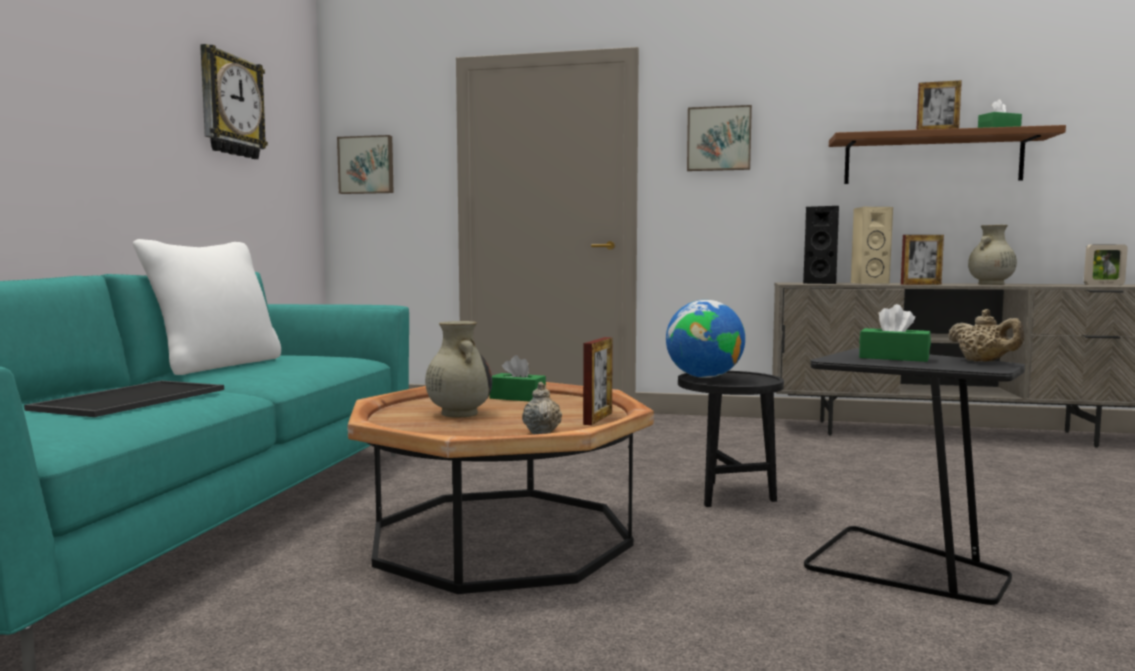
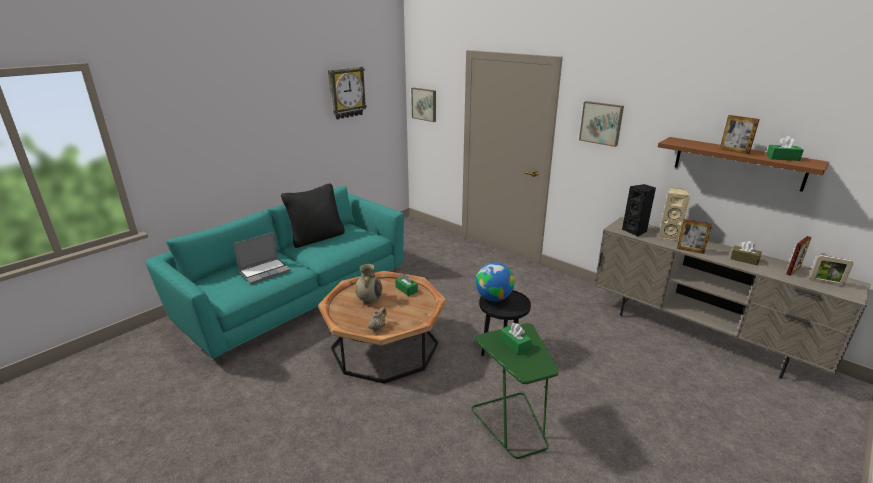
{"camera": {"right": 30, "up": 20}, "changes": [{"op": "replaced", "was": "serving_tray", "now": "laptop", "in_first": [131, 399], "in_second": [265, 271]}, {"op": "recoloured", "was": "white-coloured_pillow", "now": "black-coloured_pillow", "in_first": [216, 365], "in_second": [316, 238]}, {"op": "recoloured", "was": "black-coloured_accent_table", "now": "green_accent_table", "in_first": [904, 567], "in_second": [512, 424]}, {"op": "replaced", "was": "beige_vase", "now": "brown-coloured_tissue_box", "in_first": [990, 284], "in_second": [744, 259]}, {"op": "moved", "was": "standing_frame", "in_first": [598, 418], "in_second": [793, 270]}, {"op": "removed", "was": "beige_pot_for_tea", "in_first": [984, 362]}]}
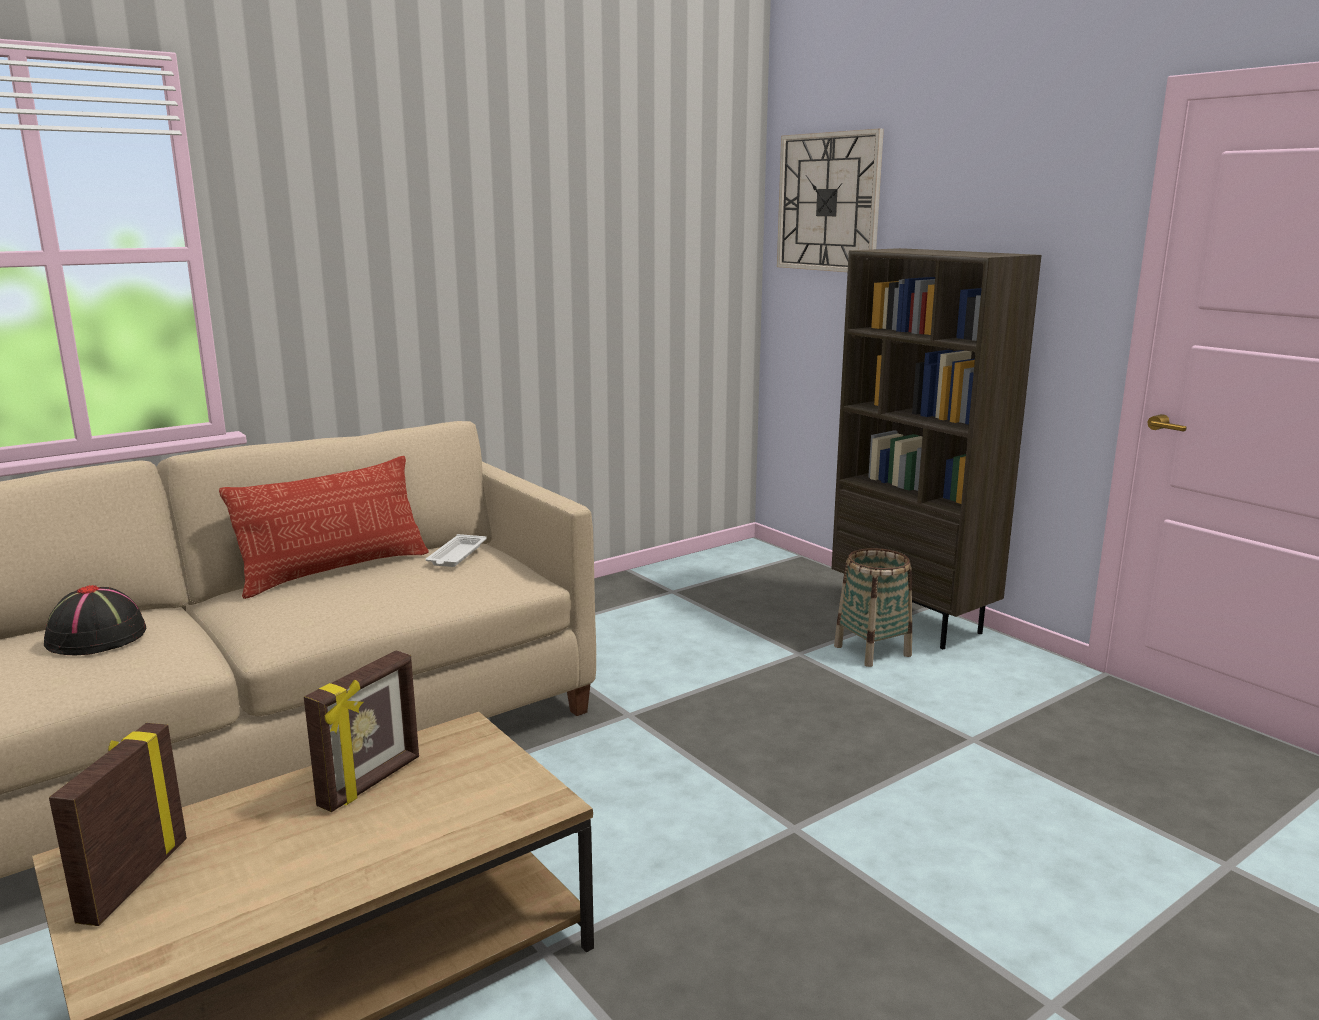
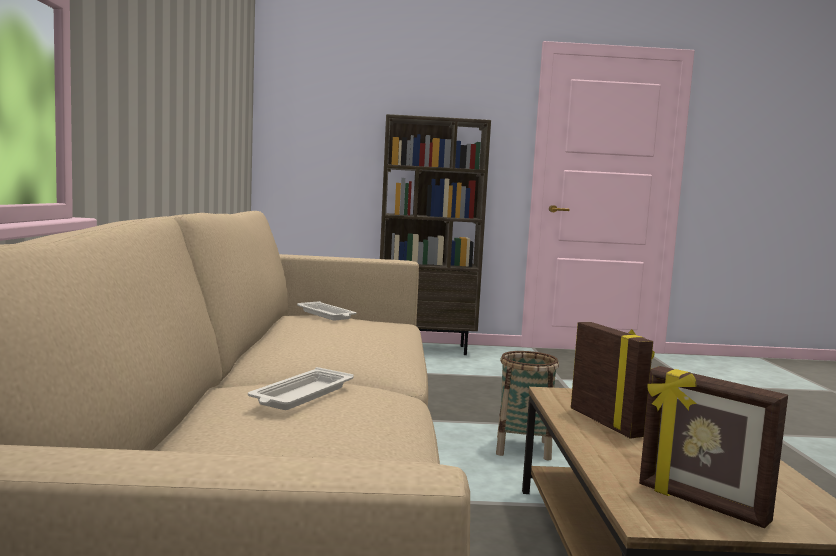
{"camera": {"right": -55, "up": -10}, "changes": [{"op": "replaced", "was": "black-coloured_wearable_hat", "now": "white-coloured_serving_tray", "in_first": [98, 637], "in_second": [301, 395]}, {"op": "moved", "was": "basket", "in_first": [872, 651], "in_second": [523, 448]}, {"op": "removed", "was": "pillow", "in_first": [335, 571]}, {"op": "removed", "was": "hanging_clock", "in_first": [828, 202]}]}
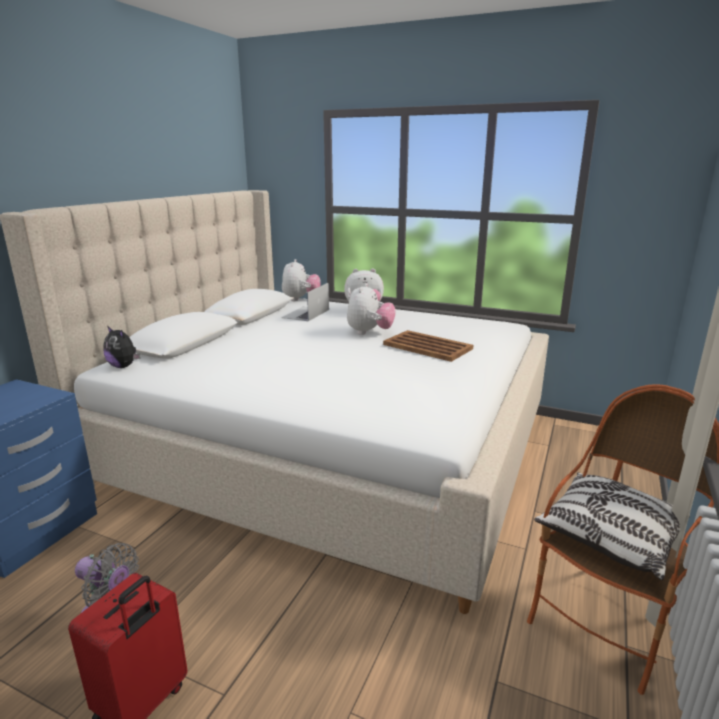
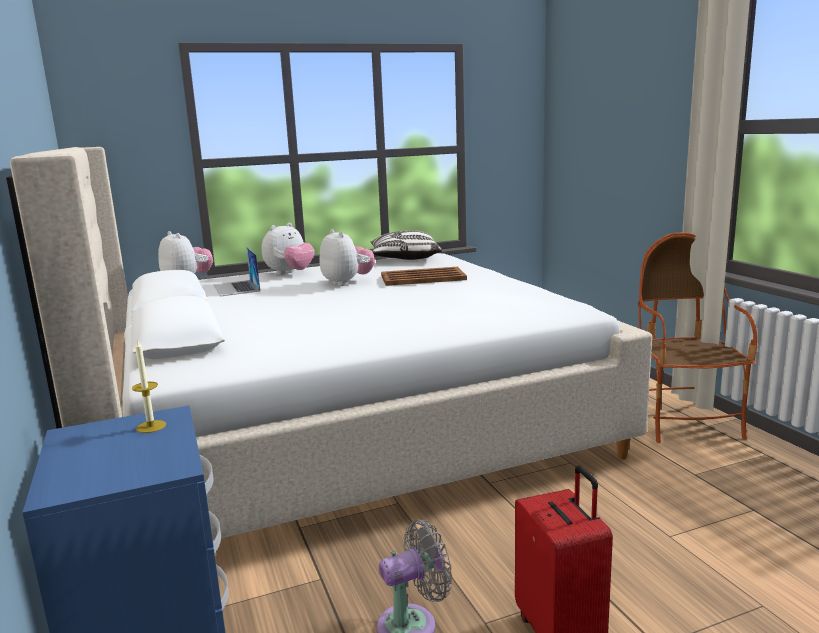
{"camera": {"right": -45, "up": -5}, "changes": [{"op": "added", "now": "wax_candle", "in_second": [151, 426]}, {"op": "moved", "was": "pillow", "in_first": [609, 536], "in_second": [404, 258]}, {"op": "removed", "was": "soft_toy", "in_first": [124, 366]}]}
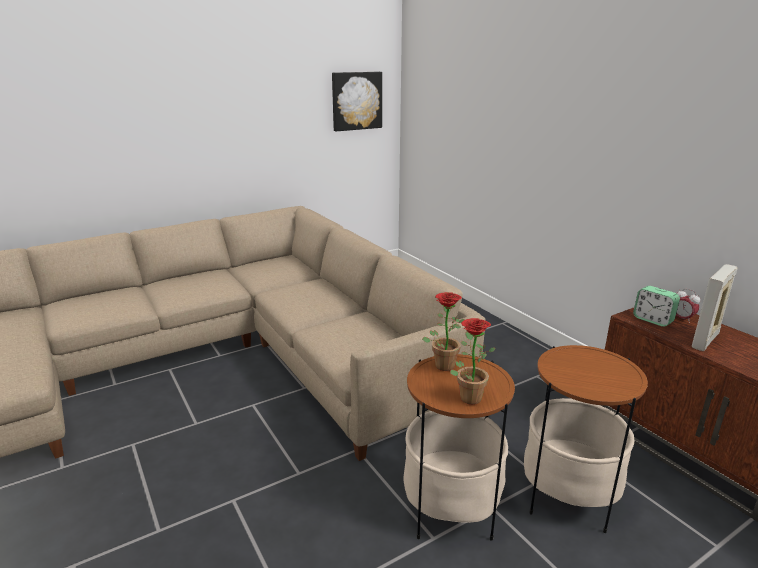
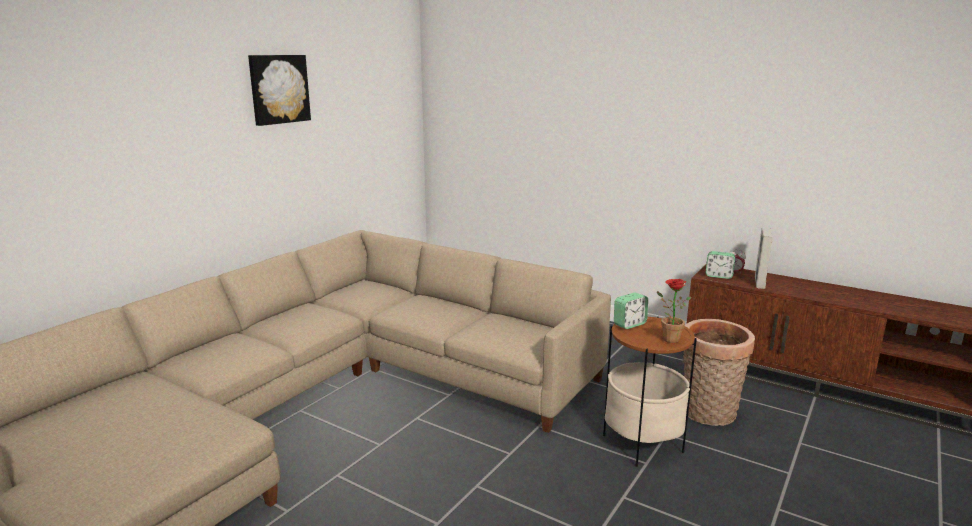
{"camera": {"right": -25, "up": -5}, "changes": [{"op": "moved", "was": "wall_art", "in_first": [356, 101], "in_second": [278, 89]}, {"op": "replaced", "was": "houseplant", "now": "table_clock", "in_first": [443, 363], "in_second": [629, 324]}, {"op": "replaced", "was": "accent_table", "now": "basket", "in_first": [568, 497], "in_second": [708, 415]}]}
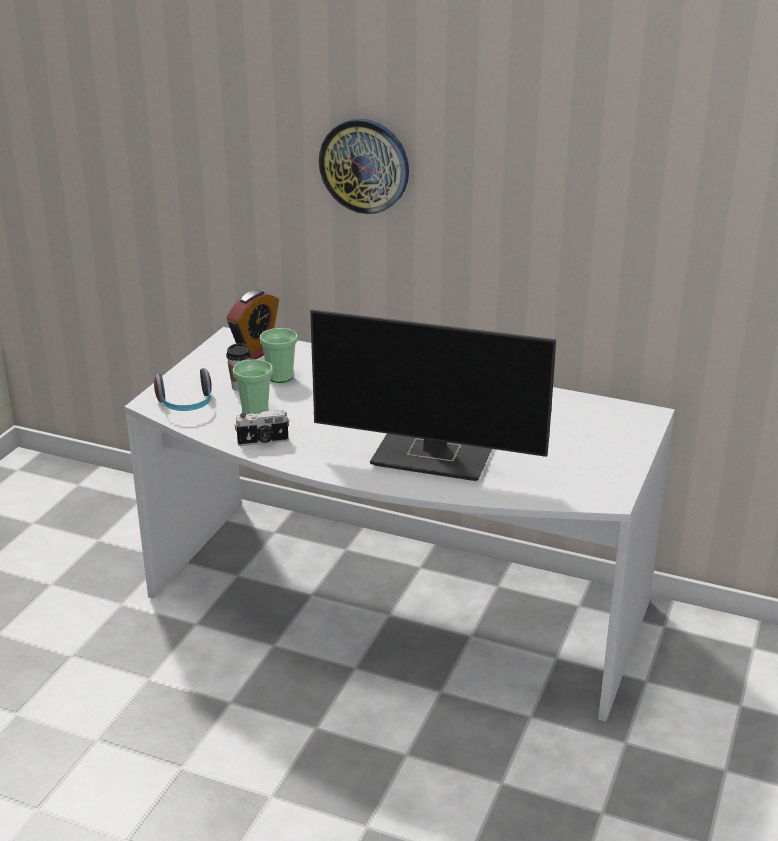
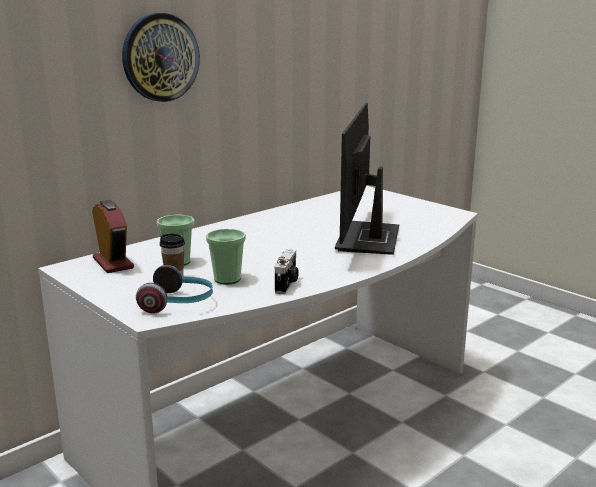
{"camera": {"right": -65, "up": -10}, "changes": [{"op": "turned", "was": "monitor", "in_first": [435, 457], "in_second": [368, 239], "clockwise": 150}]}
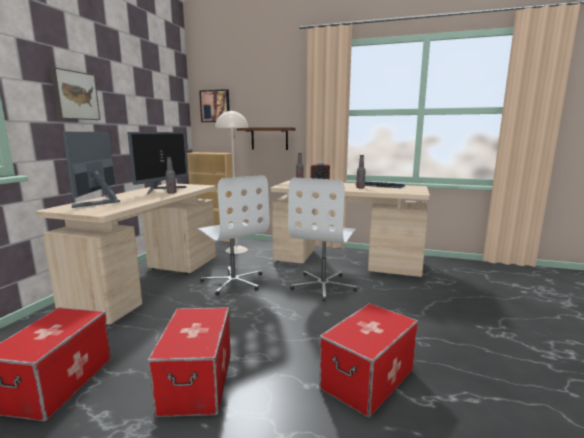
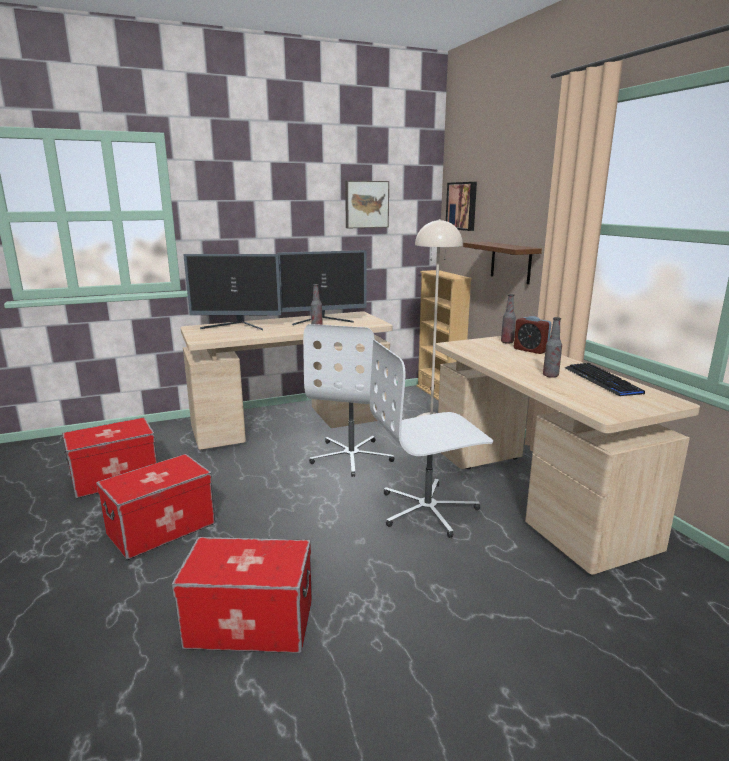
{"camera": {"right": 50, "up": 5}, "changes": [{"op": "turned", "was": "monitor", "in_first": [101, 202], "in_second": [237, 326], "clockwise": -135}, {"op": "moved", "was": "wall_art", "in_first": [74, 95], "in_second": [366, 204]}]}
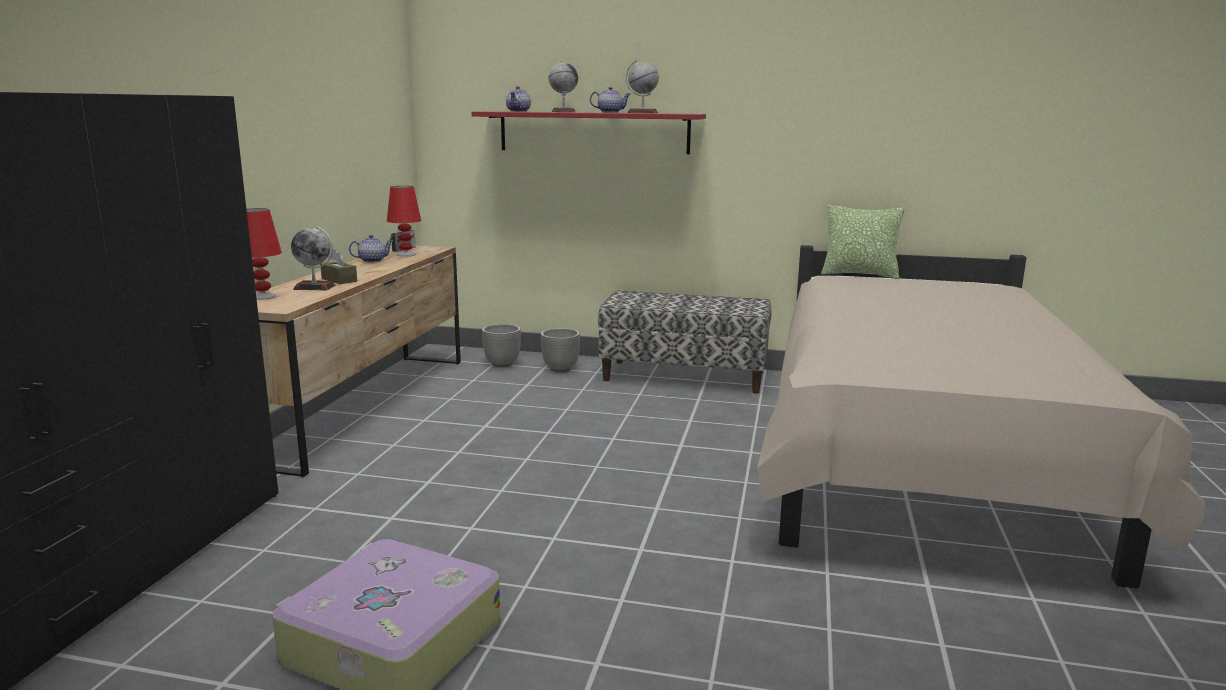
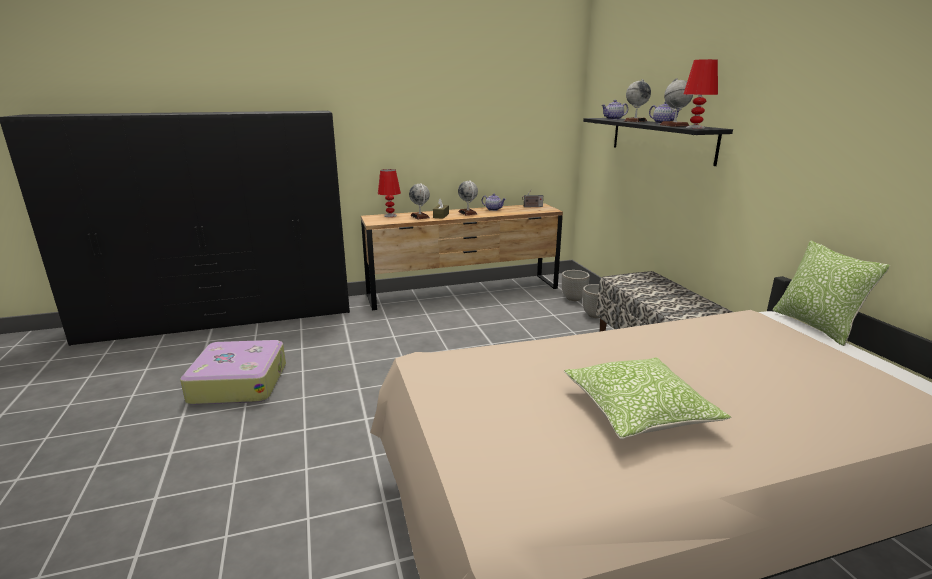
{"camera": {"right": 60, "up": 5}, "changes": [{"op": "added", "now": "world_globe", "in_second": [467, 213]}, {"op": "added", "now": "pillow", "in_second": [638, 411]}, {"op": "recoloured", "was": "red_wall_shelf", "now": "black-coloured_wall_shelf", "in_first": [593, 132], "in_second": [660, 139]}, {"op": "moved", "was": "red_tabletop_lamp", "in_first": [405, 254], "in_second": [695, 128]}]}
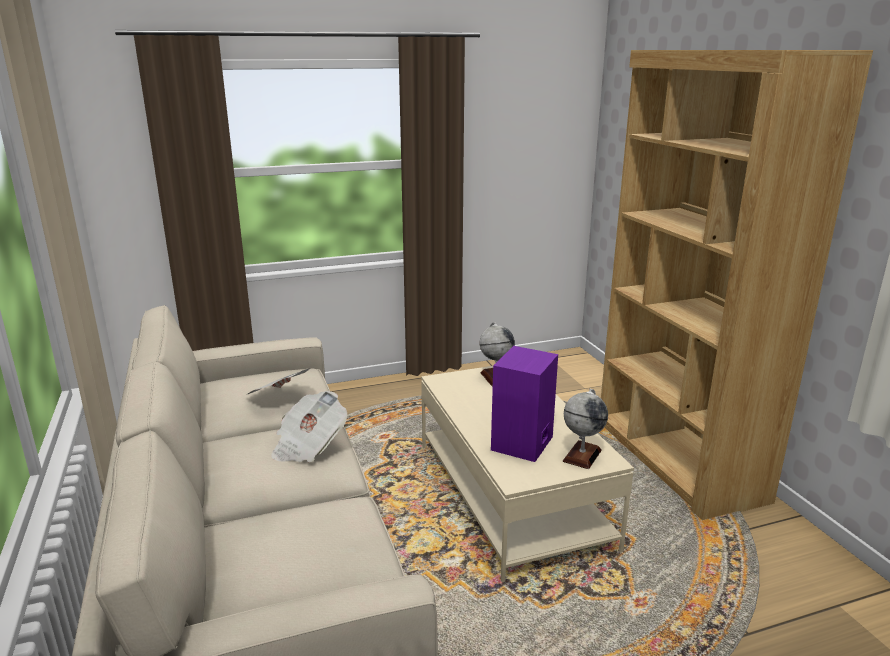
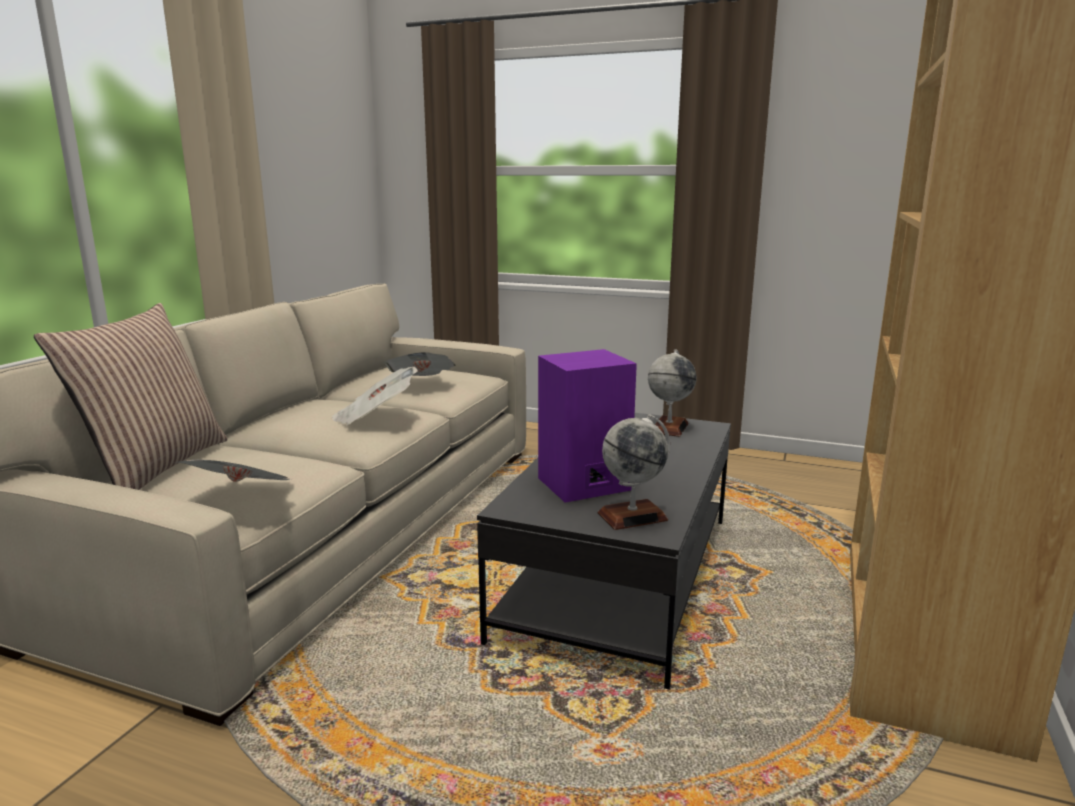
{"camera": {"right": 40, "up": -5}, "changes": [{"op": "added", "now": "pillow", "in_second": [154, 466]}, {"op": "added", "now": "newspaper", "in_second": [243, 499]}, {"op": "recoloured", "was": "beige_lounge_table", "now": "black-coloured_lounge_table", "in_first": [510, 494], "in_second": [619, 575]}]}
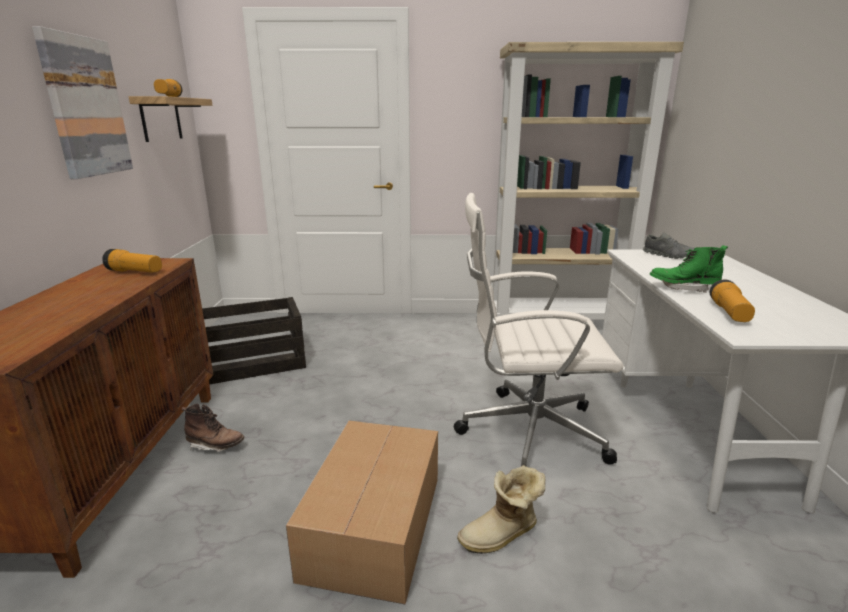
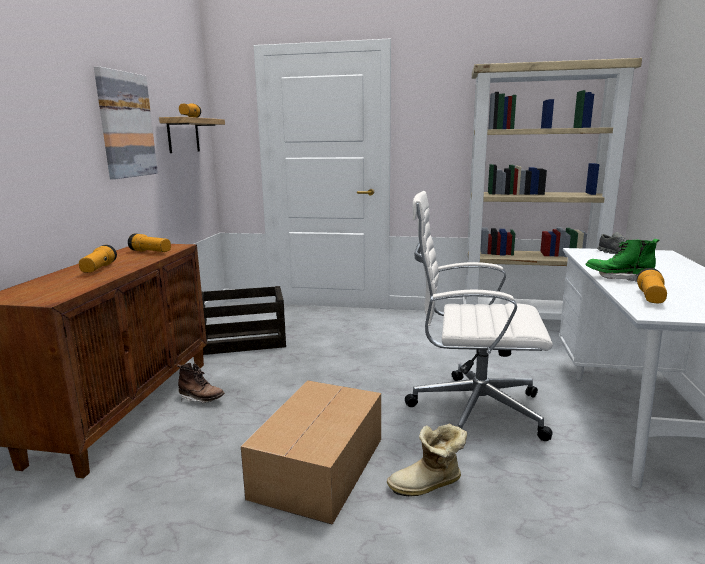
{"camera": {"right": 10, "up": -5}, "changes": [{"op": "added", "now": "torch", "in_second": [99, 269]}]}
